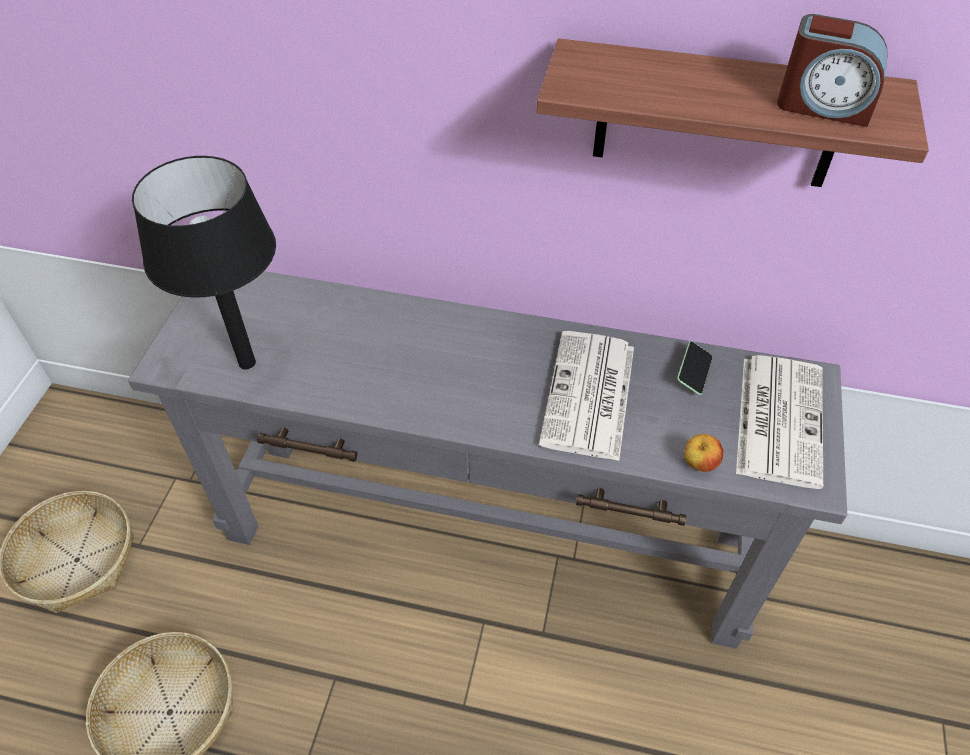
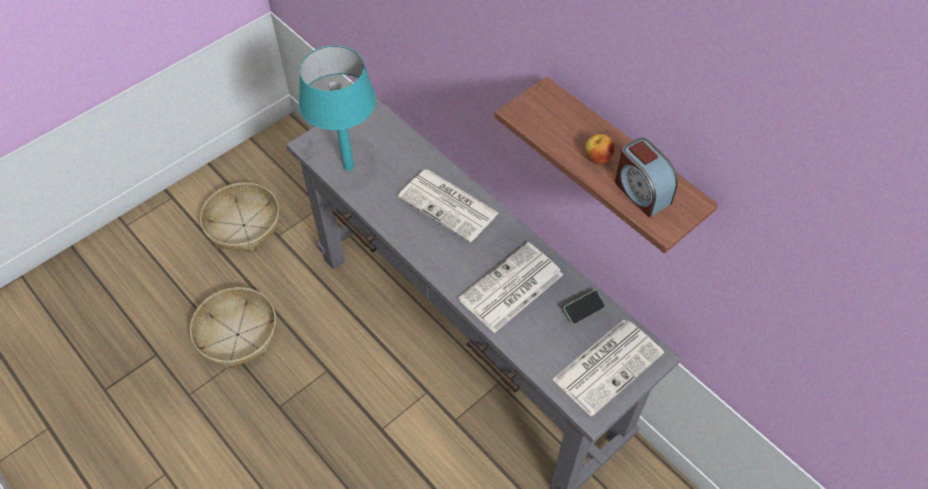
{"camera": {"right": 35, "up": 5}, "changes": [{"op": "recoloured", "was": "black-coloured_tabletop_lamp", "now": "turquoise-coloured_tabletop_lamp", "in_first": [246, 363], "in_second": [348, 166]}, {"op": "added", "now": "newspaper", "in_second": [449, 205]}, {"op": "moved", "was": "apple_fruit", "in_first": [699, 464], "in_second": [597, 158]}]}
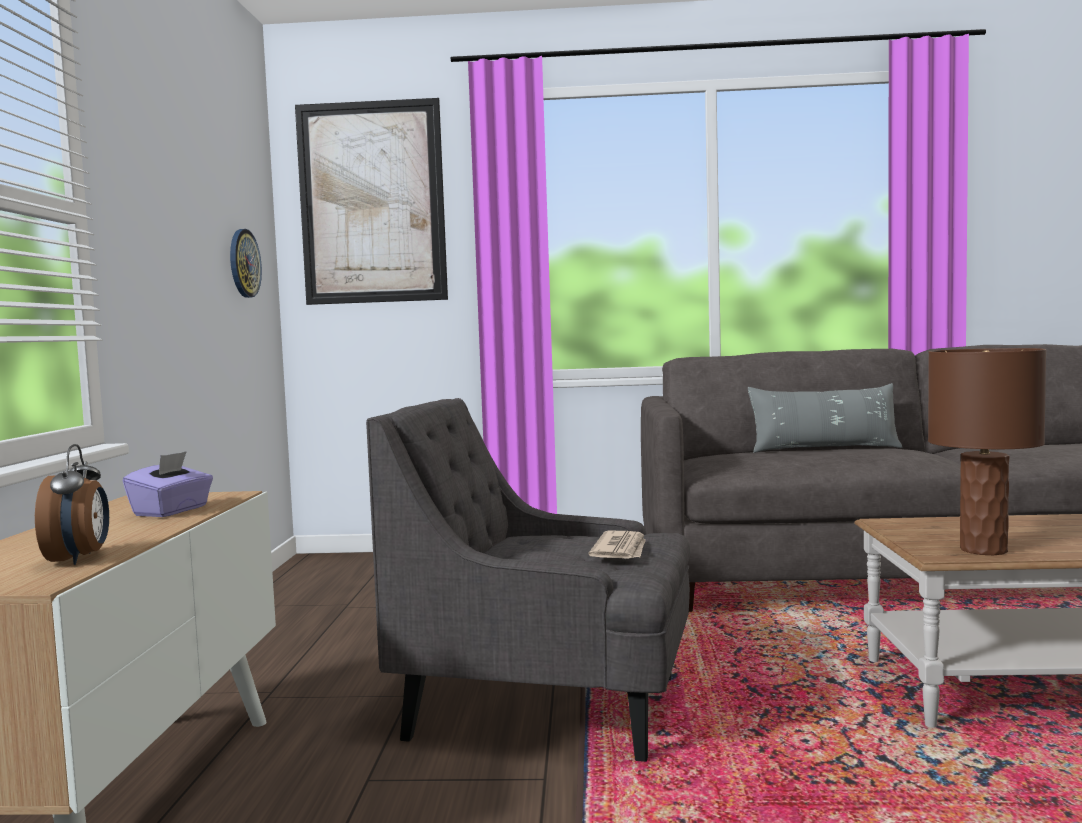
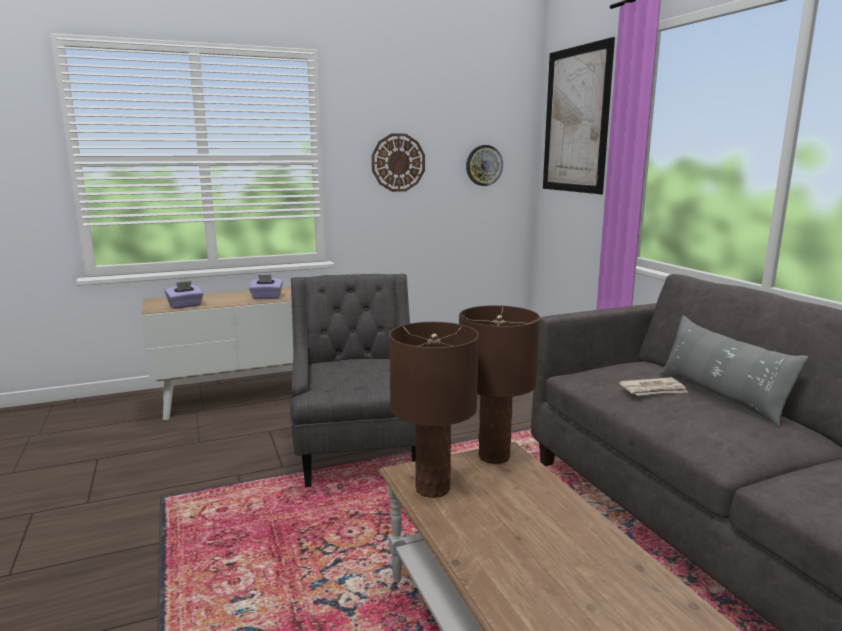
{"camera": {"right": 65, "up": 10}, "changes": [{"op": "replaced", "was": "table_clock", "now": "purple_tissue_box", "in_first": [79, 559], "in_second": [185, 306]}, {"op": "added", "now": "hanging_clock", "in_second": [398, 162]}, {"op": "added", "now": "brown-coloured_tabletop_lamp", "in_second": [493, 456]}, {"op": "moved", "was": "newspaper", "in_first": [621, 550], "in_second": [653, 390]}]}
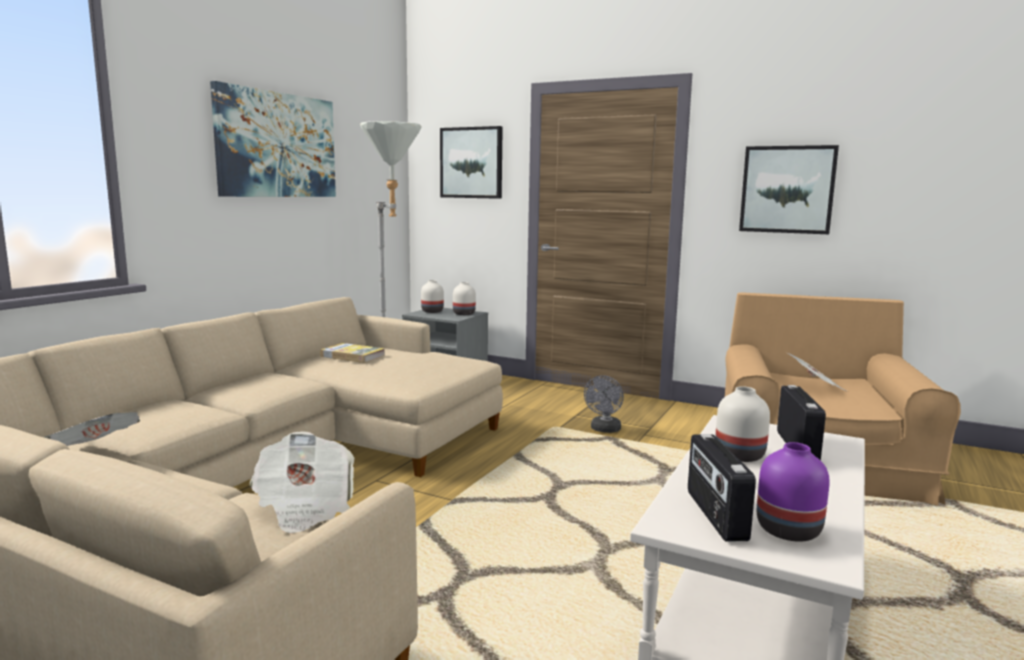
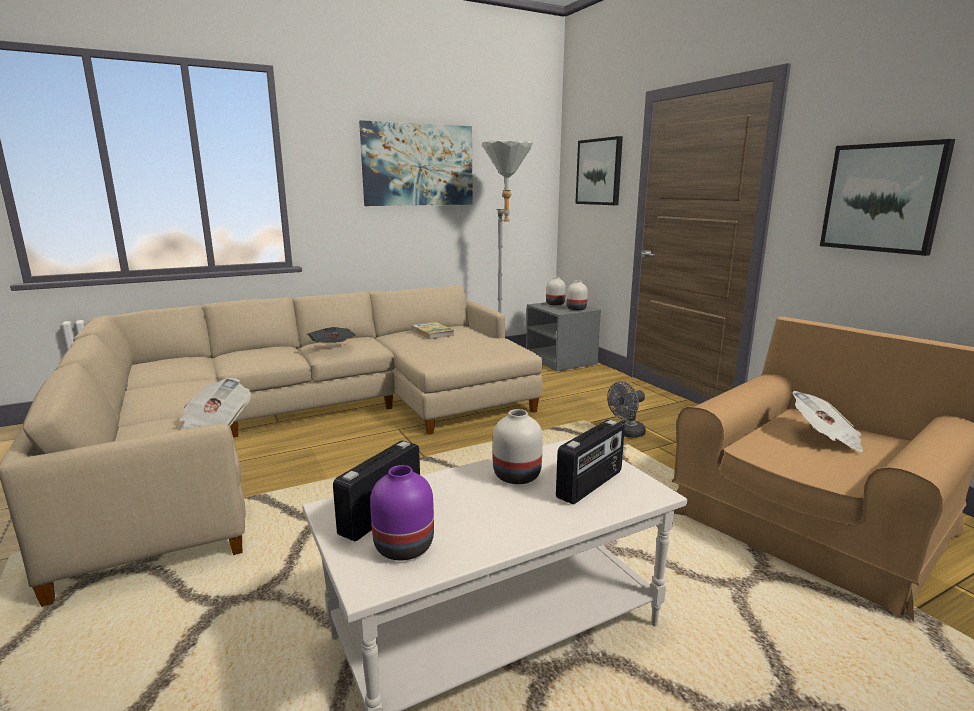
{"camera": {"right": 35, "up": 5}, "changes": [{"op": "moved", "was": "newspaper", "in_first": [95, 453], "in_second": [333, 348]}]}
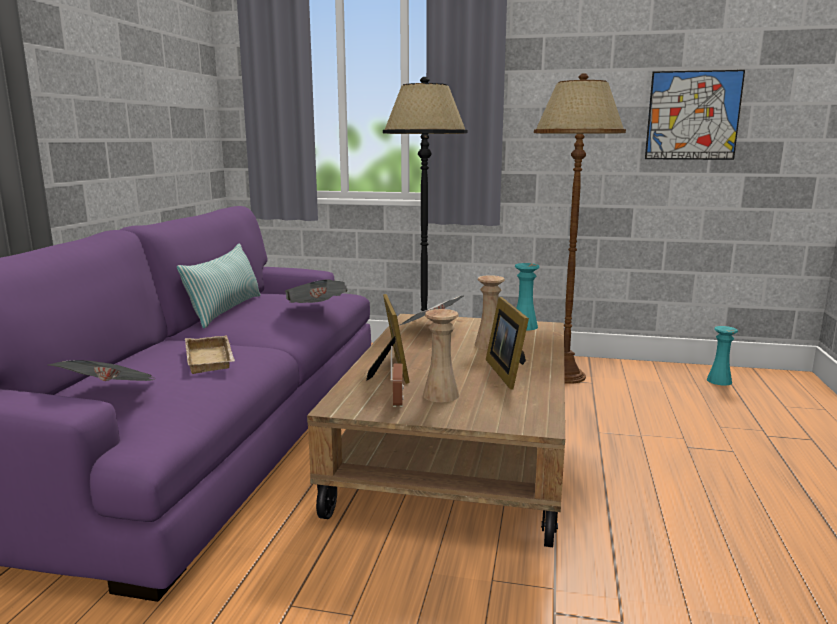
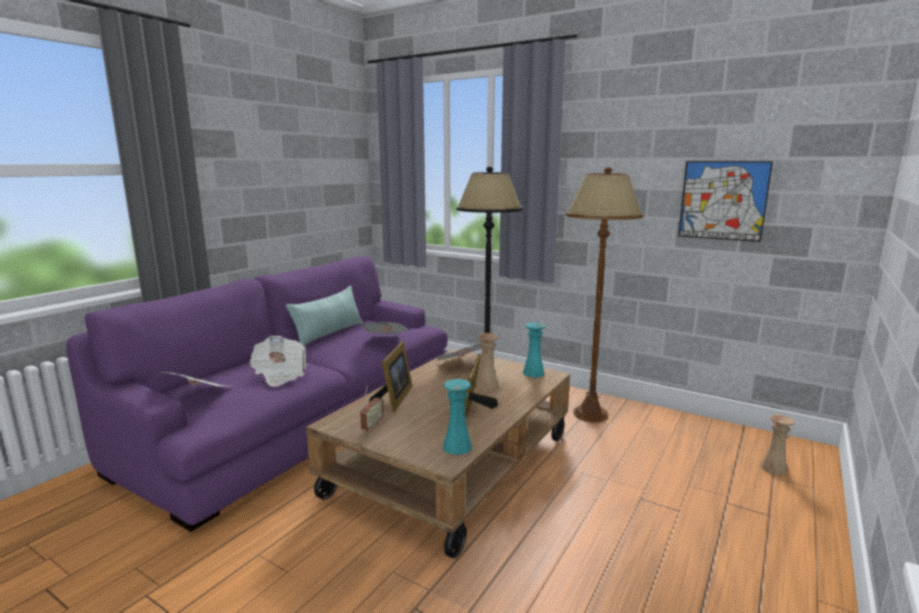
{"camera": {"right": 20, "up": 0}, "changes": [{"op": "replaced", "was": "beige_serving_tray", "now": "newspaper", "in_first": [212, 360], "in_second": [280, 375]}, {"op": "moved", "was": "turquoise-coloured_vase", "in_first": [719, 381], "in_second": [457, 447]}, {"op": "moved", "was": "beige_vase", "in_first": [440, 395], "in_second": [773, 468]}]}
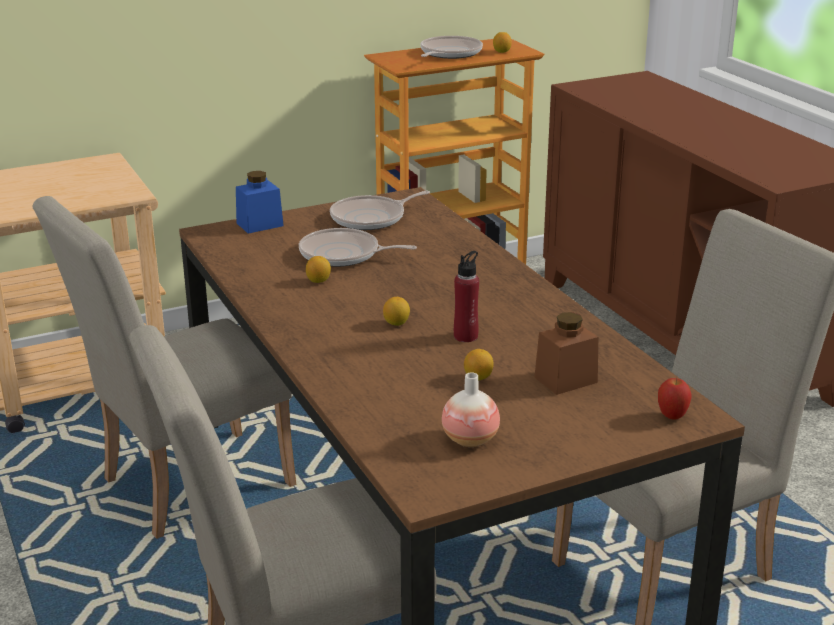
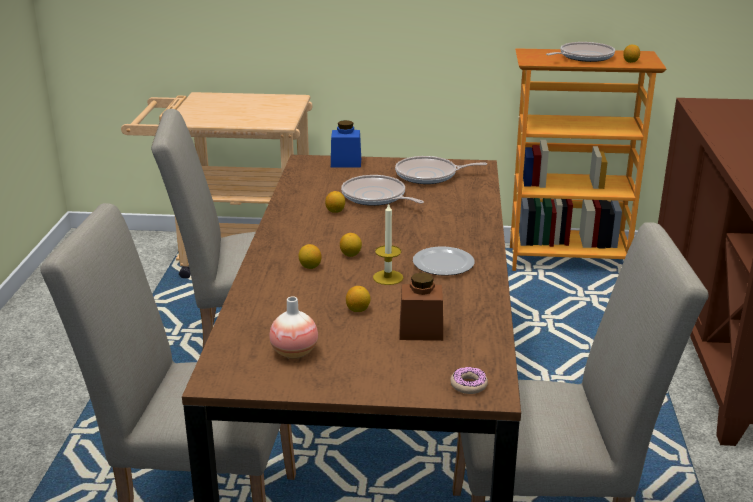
{"camera": {"right": 30, "up": 0}, "changes": [{"op": "added", "now": "whole_lemon", "in_second": [310, 267]}, {"op": "replaced", "was": "red_beverage_bottle", "now": "wax_candle", "in_first": [466, 336], "in_second": [388, 277]}, {"op": "added", "now": "dinner_plate", "in_second": [444, 263]}, {"op": "replaced", "was": "apple_fruit", "now": "ring_doughnut", "in_first": [672, 416], "in_second": [468, 385]}]}
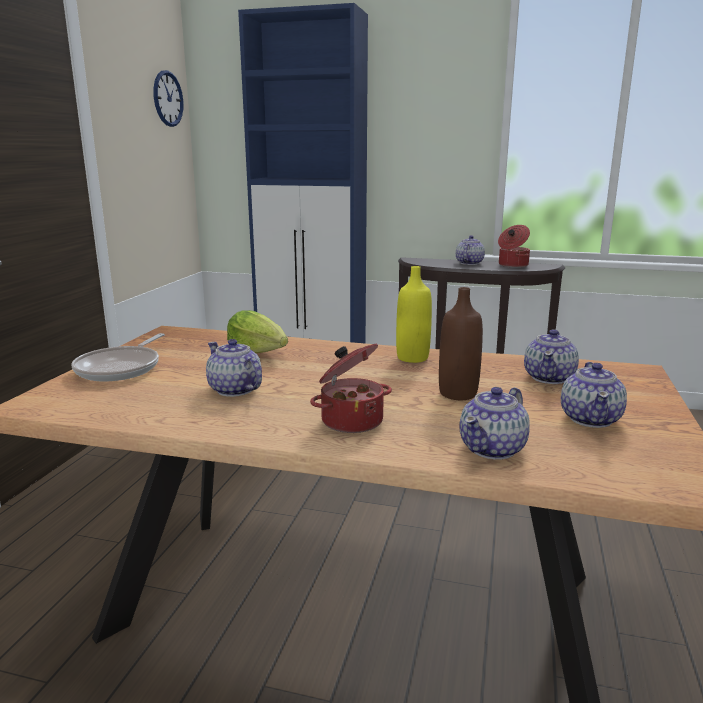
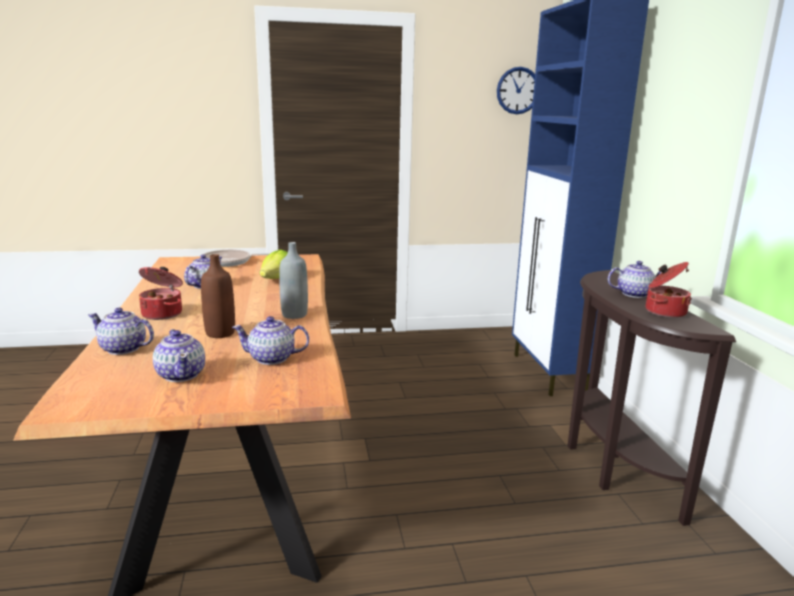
{"camera": {"right": 65, "up": 0}, "changes": [{"op": "turned", "was": "pot_for_tea", "in_first": [591, 419], "in_second": [181, 374], "clockwise": -105}, {"op": "recoloured", "was": "yellow_beverage_bottle", "now": "gray_beverage_bottle", "in_first": [412, 358], "in_second": [294, 315]}]}
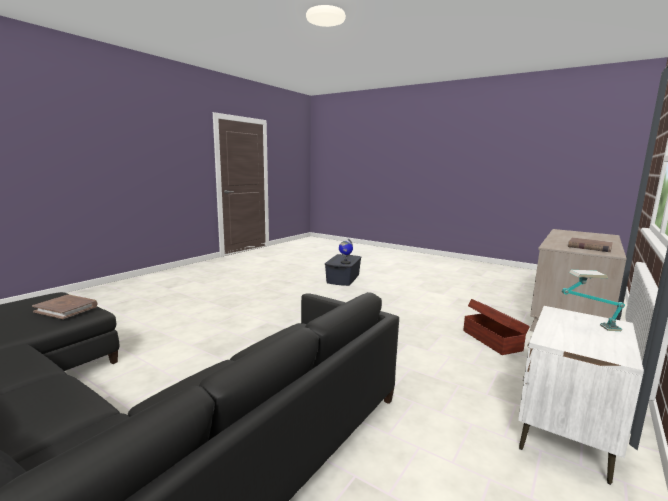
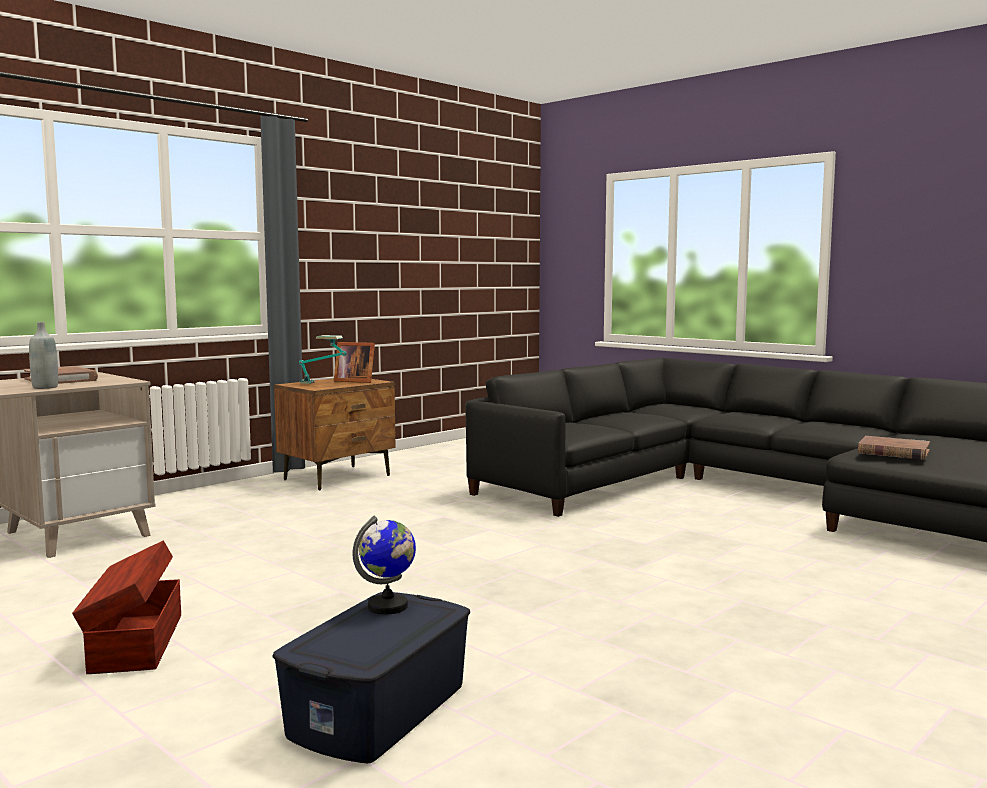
{"camera": {"right": -170, "up": -5}, "changes": [{"op": "added", "now": "gray_beverage_bottle", "in_second": [45, 387]}, {"op": "moved", "was": "brown-coloured_storage_box", "in_first": [492, 340], "in_second": [134, 643]}, {"op": "recoloured", "was": "white-coloured_bedside_table", "now": "brown-coloured_bedside_table", "in_first": [565, 435], "in_second": [338, 477]}, {"op": "added", "now": "standing_frame", "in_second": [354, 381]}]}
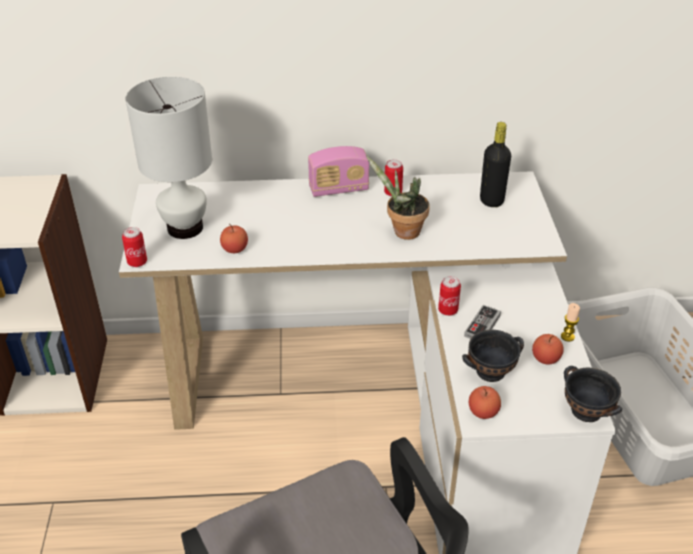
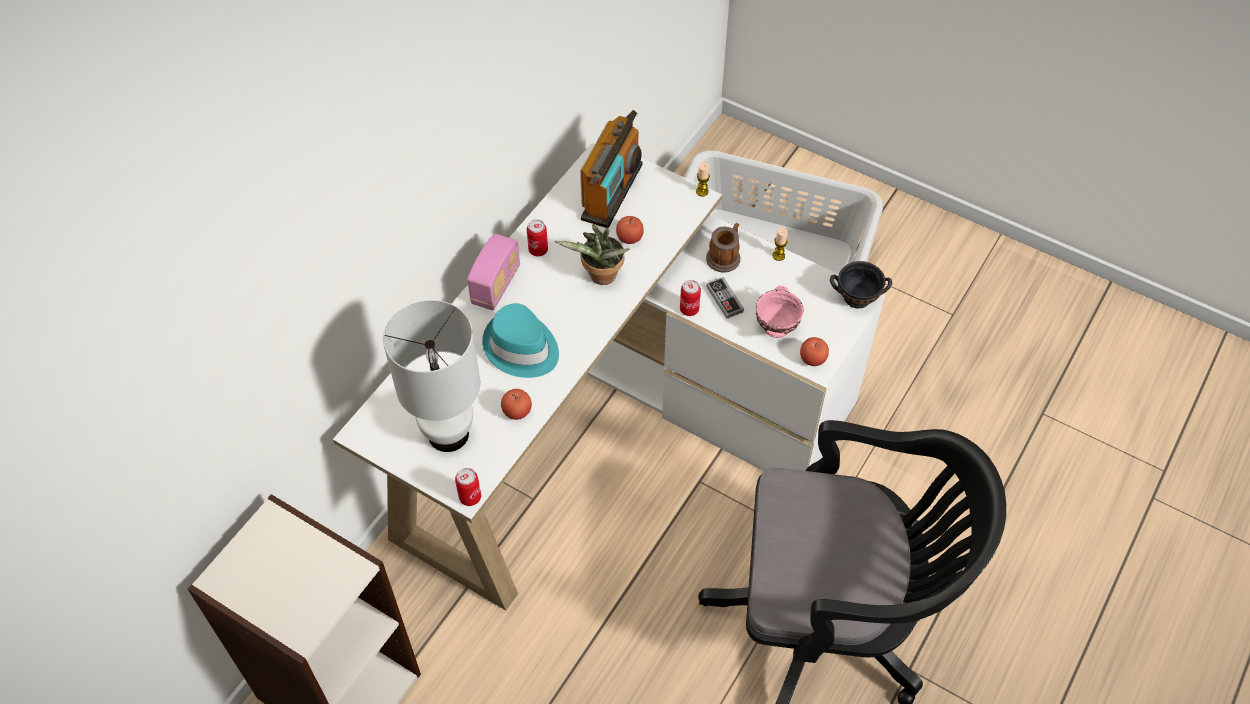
{"camera": {"right": -55, "up": 15}, "changes": [{"op": "added", "now": "turquoise-coloured_wearable_hat", "in_second": [521, 348]}, {"op": "replaced", "was": "black-coloured_beverage_bottle", "now": "radio_set", "in_first": [491, 200], "in_second": [612, 192]}, {"op": "moved", "was": "apple_fruit", "in_first": [545, 358], "in_second": [629, 238]}, {"op": "added", "now": "wax_candle", "in_second": [702, 191]}, {"op": "added", "now": "tea_mug", "in_second": [725, 256]}, {"op": "recoloured", "was": "black-coloured_serving_bowl", "now": "pink_serving_bowl", "in_first": [489, 371], "in_second": [775, 328]}]}
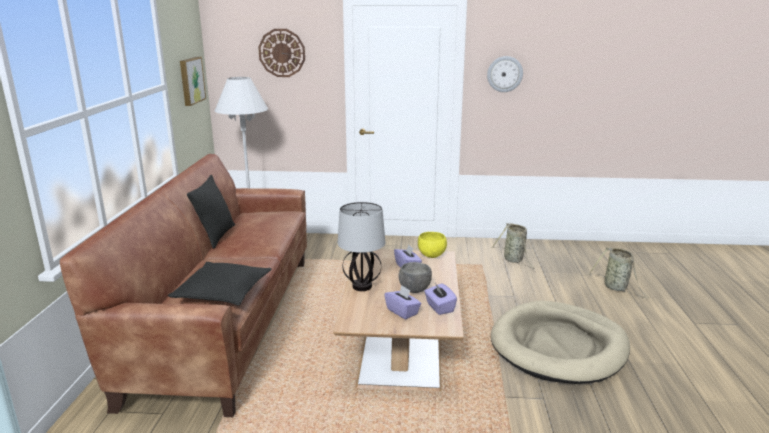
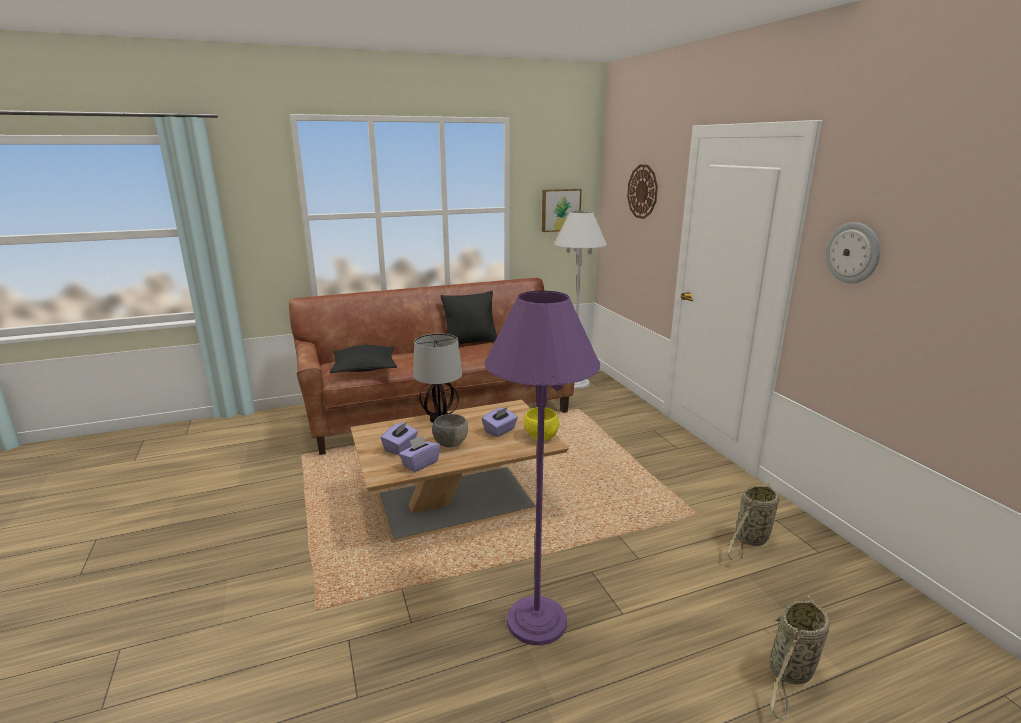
{"camera": {"right": 65, "up": 0}, "changes": [{"op": "replaced", "was": "beige_dog_bed", "now": "purple_standard_lamp", "in_first": [558, 346], "in_second": [537, 620]}]}
